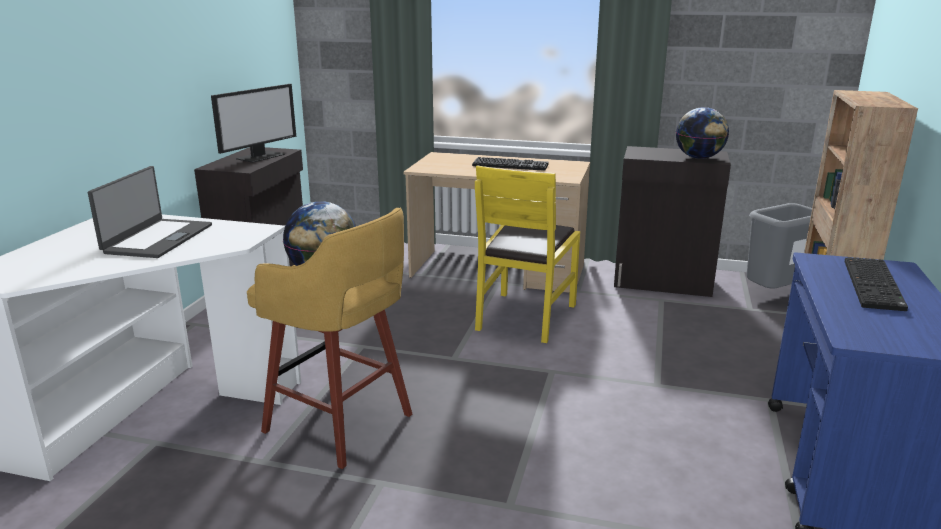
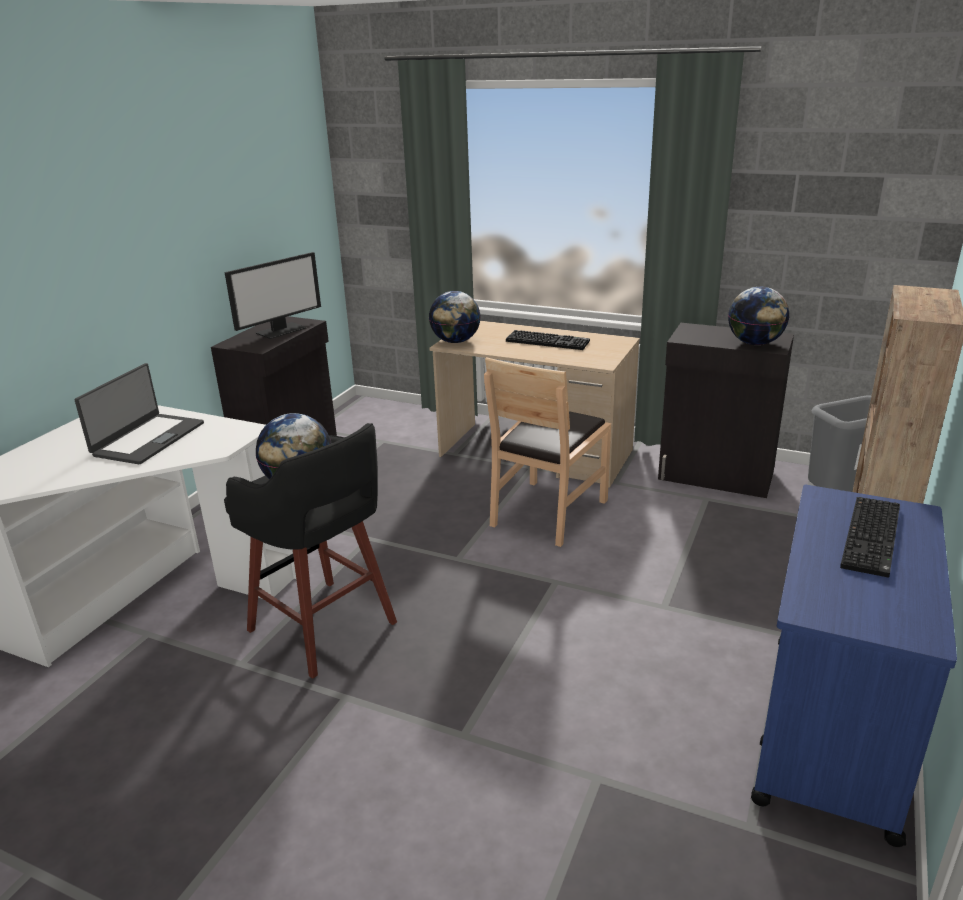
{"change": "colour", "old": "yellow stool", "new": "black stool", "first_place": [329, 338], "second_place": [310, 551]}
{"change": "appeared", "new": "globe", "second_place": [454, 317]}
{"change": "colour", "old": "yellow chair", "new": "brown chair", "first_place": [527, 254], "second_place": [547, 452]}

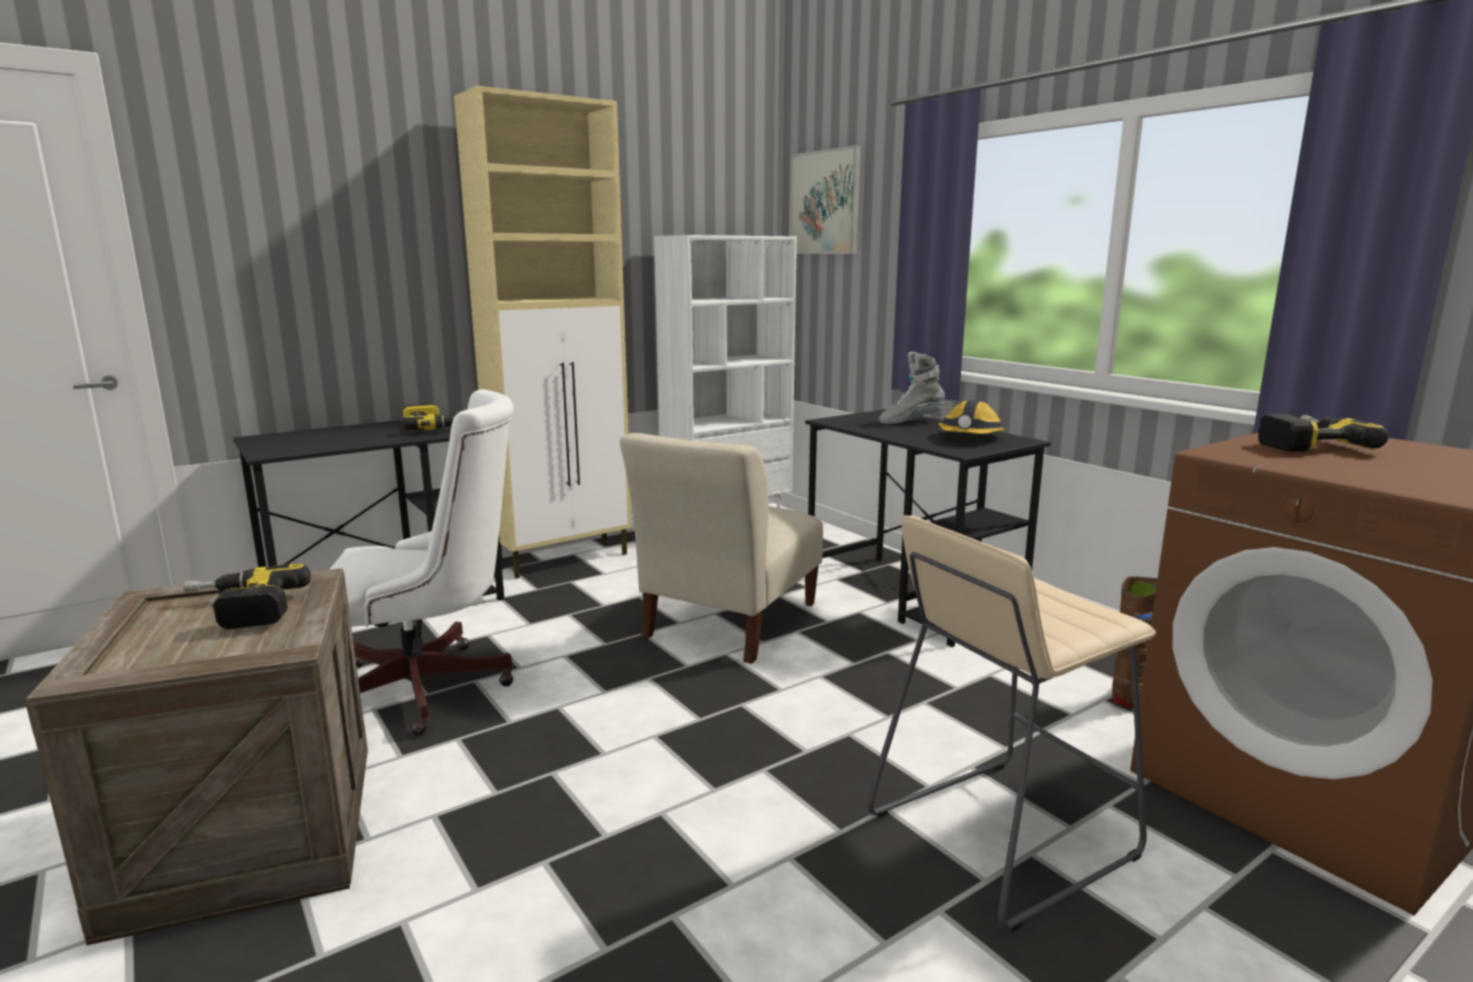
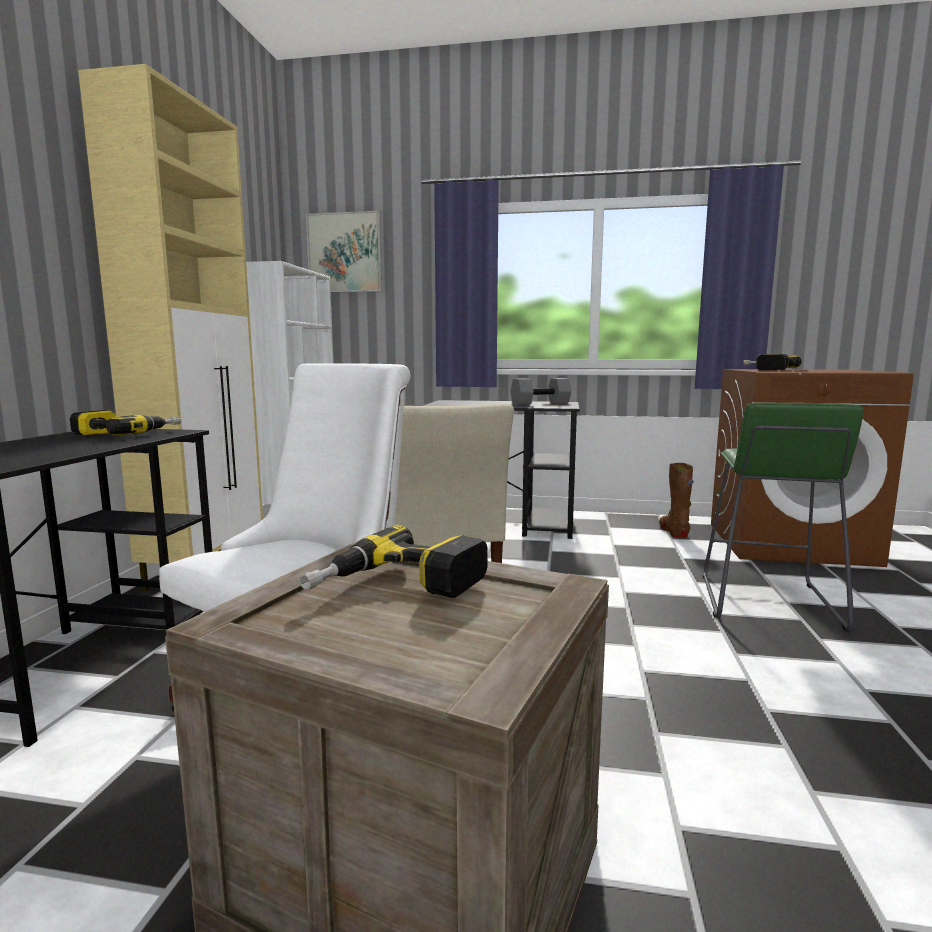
{"change": "exchanged", "old": "hard hat", "new": "grey dumbbell", "first_place": [972, 417], "second_place": [541, 391]}
{"change": "colour", "old": "beige stool", "new": "green stool", "first_place": [1011, 723], "second_place": [782, 517]}
{"change": "missing", "old": "grey boot", "first_place": [912, 388]}

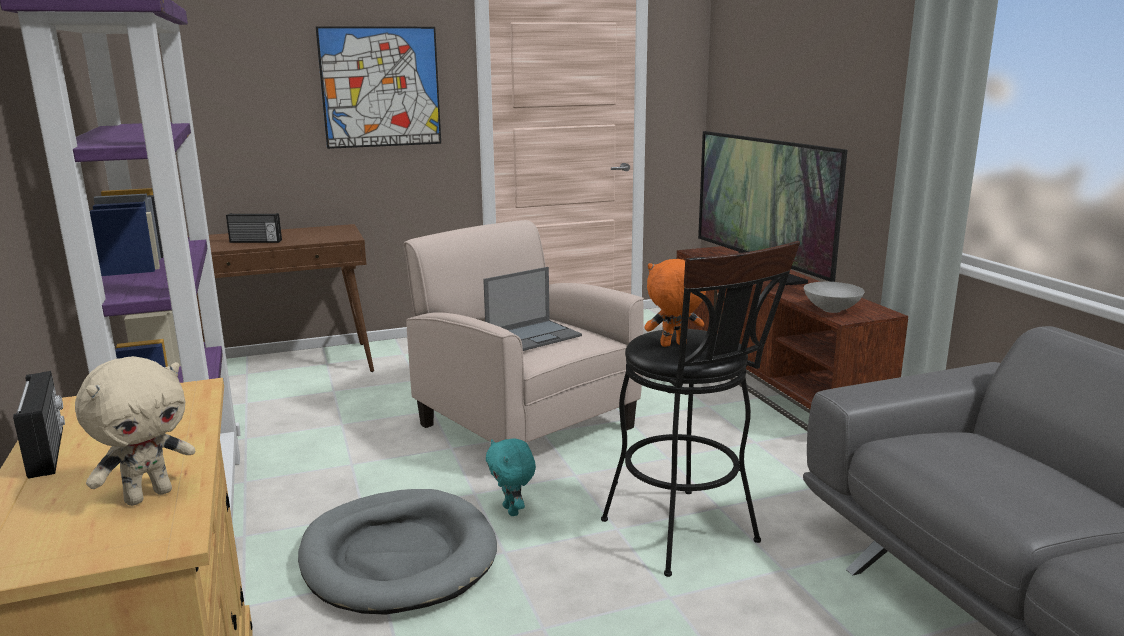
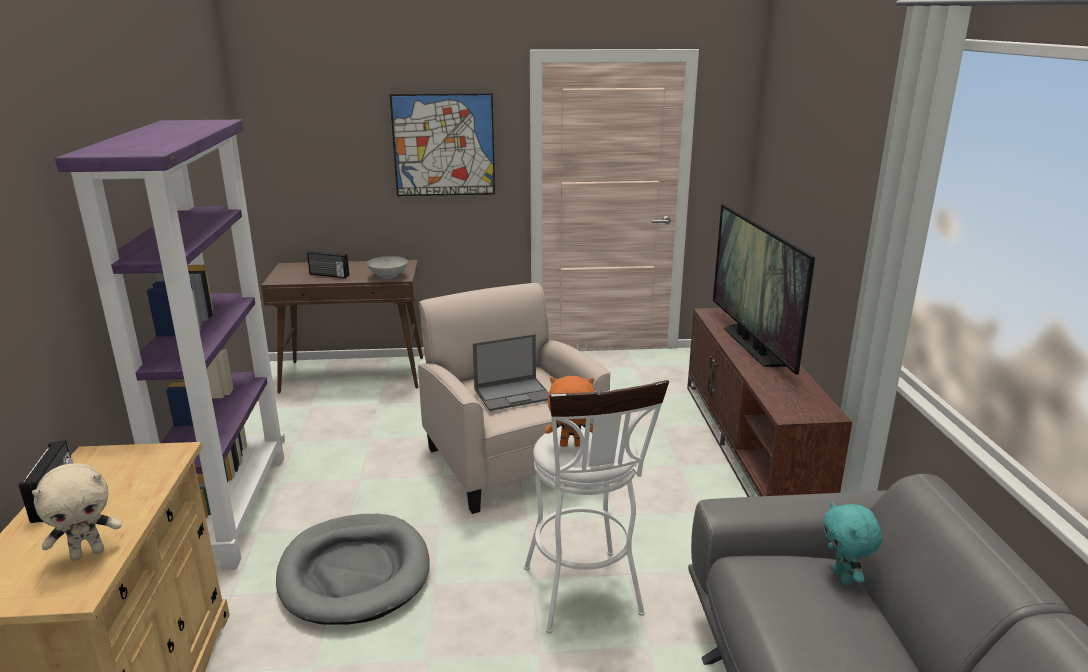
{"change": "relocated", "old": "grey bowl", "first_place": [834, 297], "second_place": [387, 267]}
{"change": "colour", "old": "black stool", "new": "white stool", "first_place": [700, 409], "second_place": [596, 507]}
{"change": "relocated", "old": "turquoise plush toy", "first_place": [511, 477], "second_place": [852, 543]}

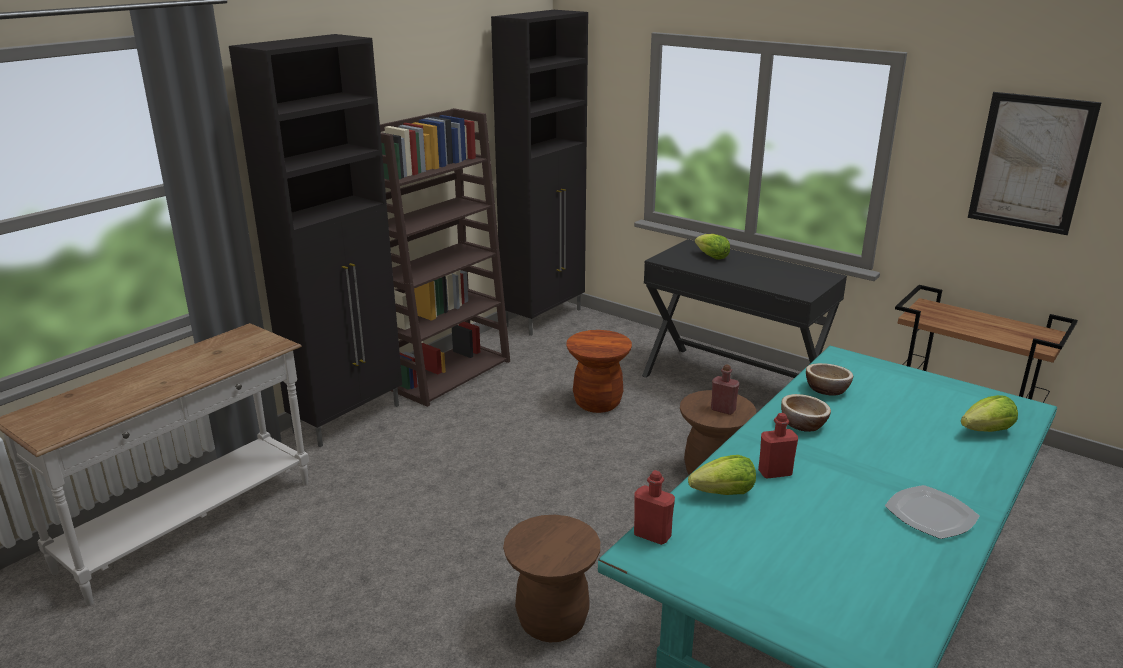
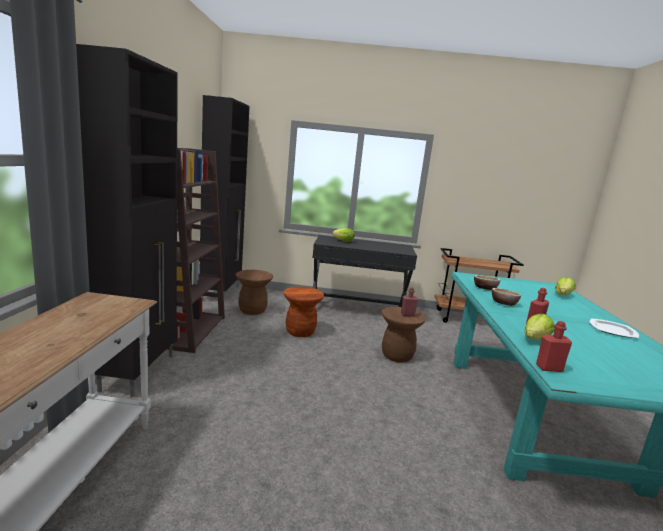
{"change": "relocated", "old": "brown stool", "first_place": [551, 578], "second_place": [254, 292]}
{"change": "missing", "old": "picture", "first_place": [1035, 163]}

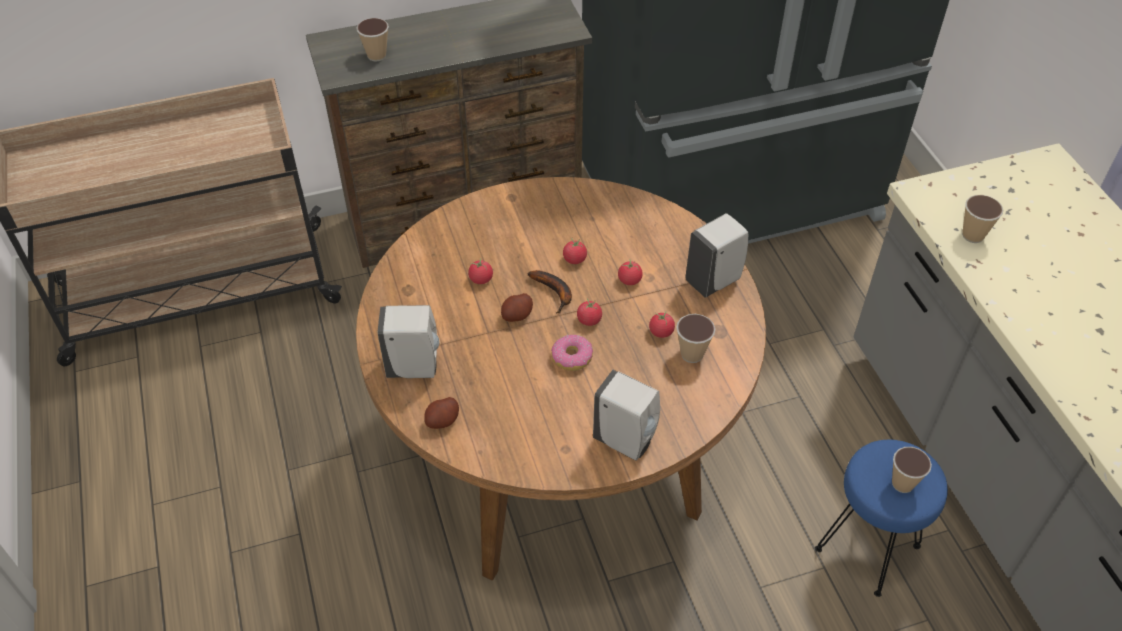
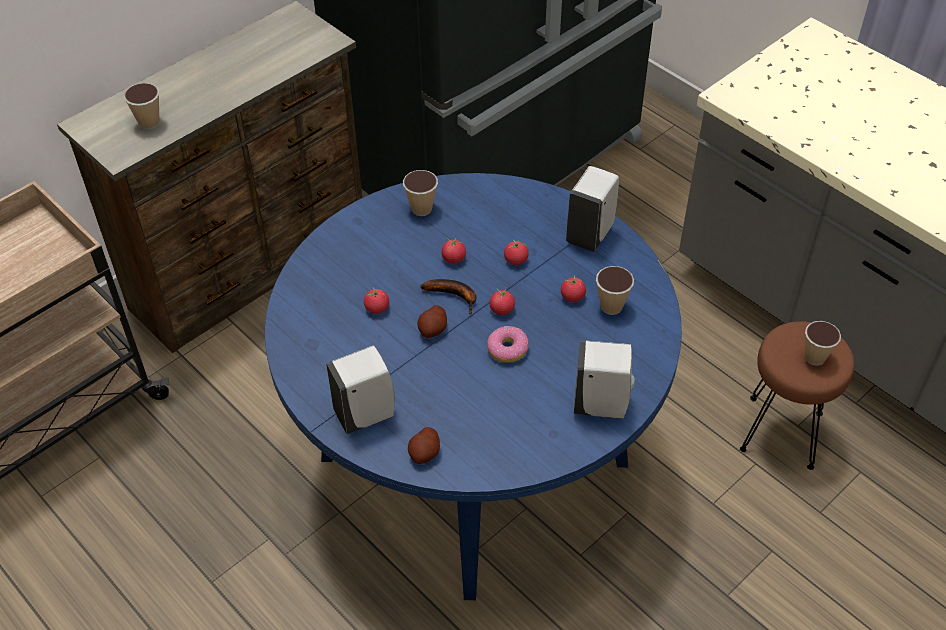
{"change": "colour", "old": "brown dining table", "new": "blue dining table", "first_place": [561, 379], "second_place": [473, 386]}
{"change": "relocated", "old": "cup", "first_place": [982, 219], "second_place": [420, 193]}
{"change": "colour", "old": "blue stool", "new": "brown stool", "first_place": [881, 518], "second_place": [797, 395]}

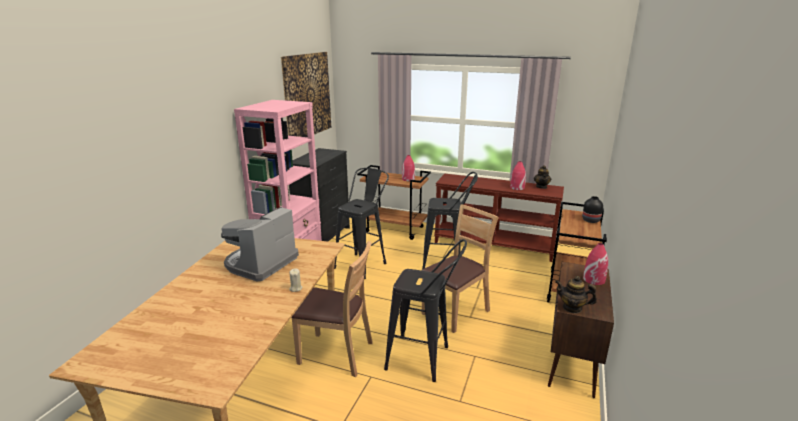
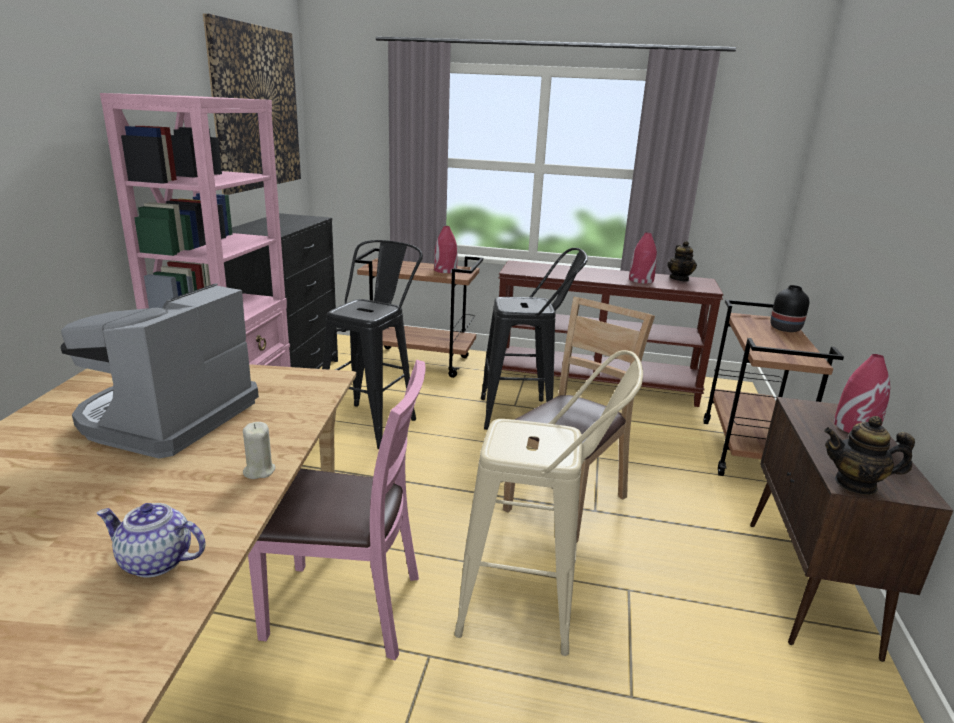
{"change": "appeared", "new": "teapot", "second_place": [151, 540]}
{"change": "colour", "old": "brown chair", "new": "pink chair", "first_place": [332, 309], "second_place": [336, 510]}
{"change": "colour", "old": "black stool", "new": "beige stool", "first_place": [425, 310], "second_place": [548, 503]}

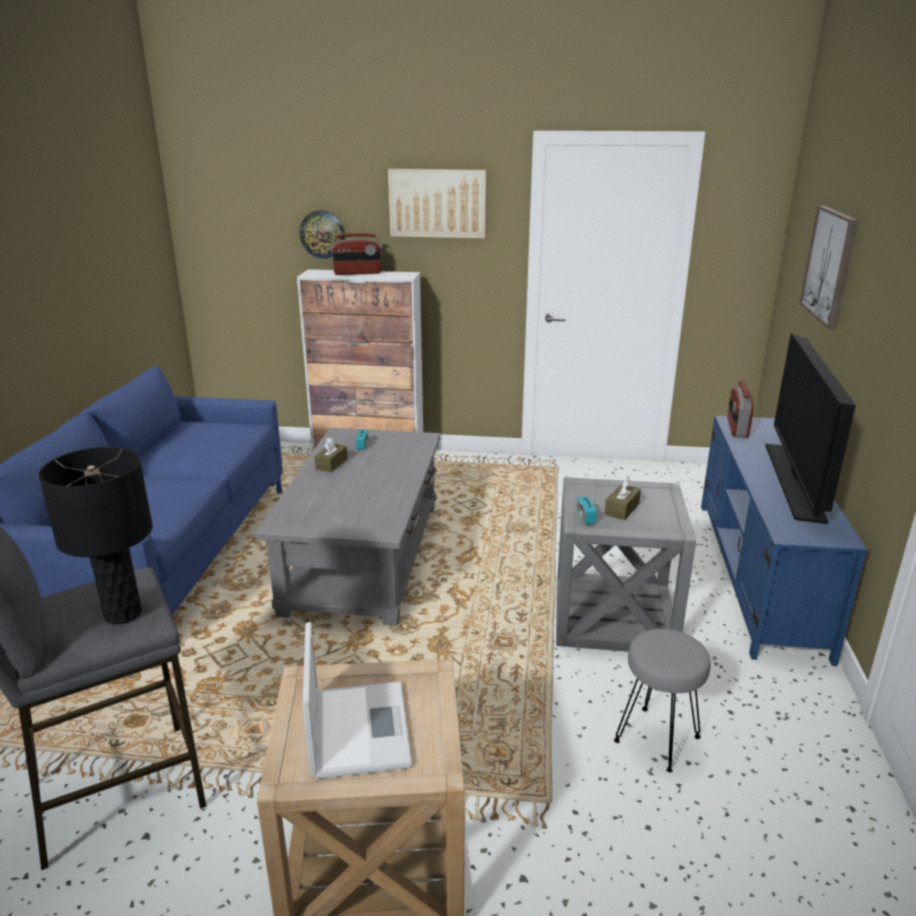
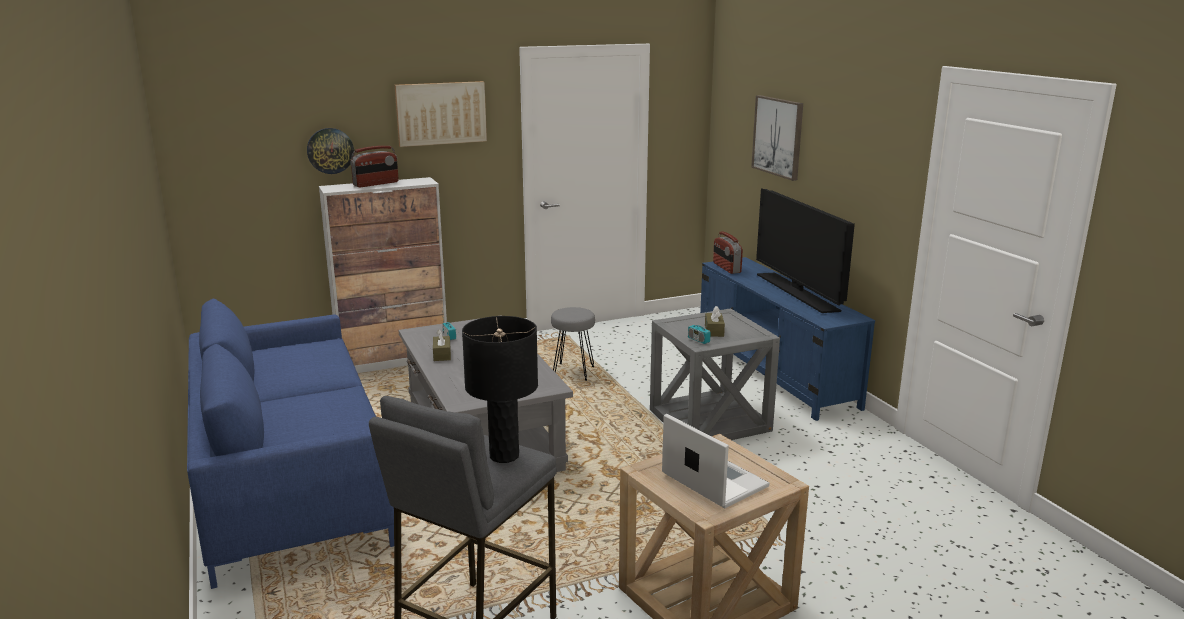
{"change": "relocated", "old": "grey stool", "first_place": [662, 700], "second_place": [573, 344]}

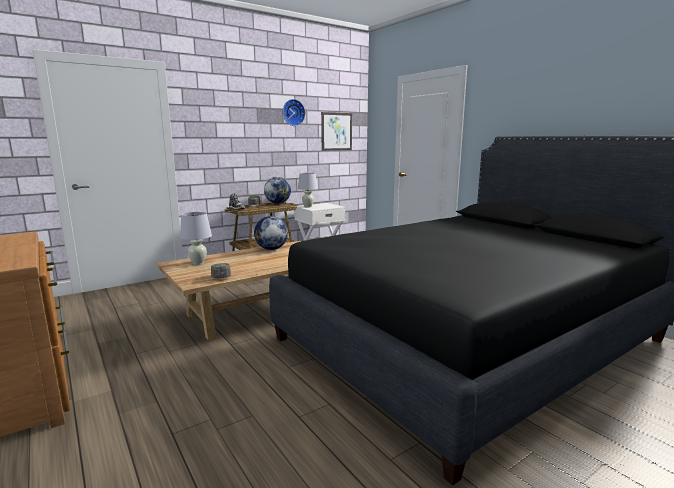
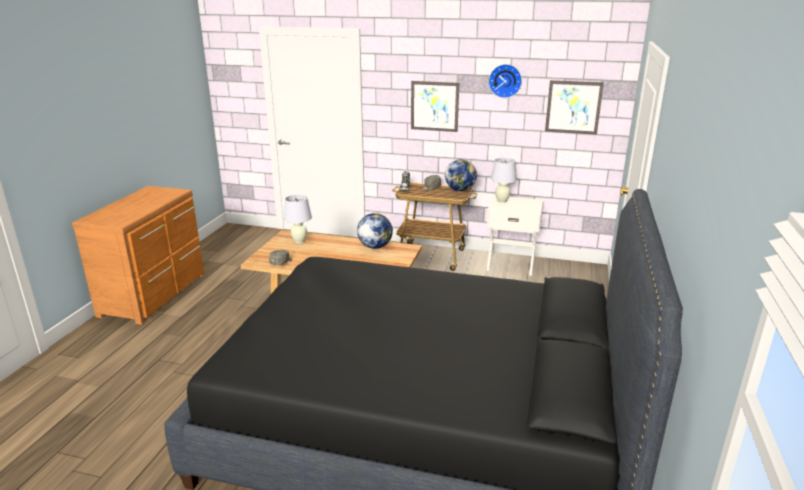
{"change": "appeared", "new": "picture", "second_place": [435, 106]}

